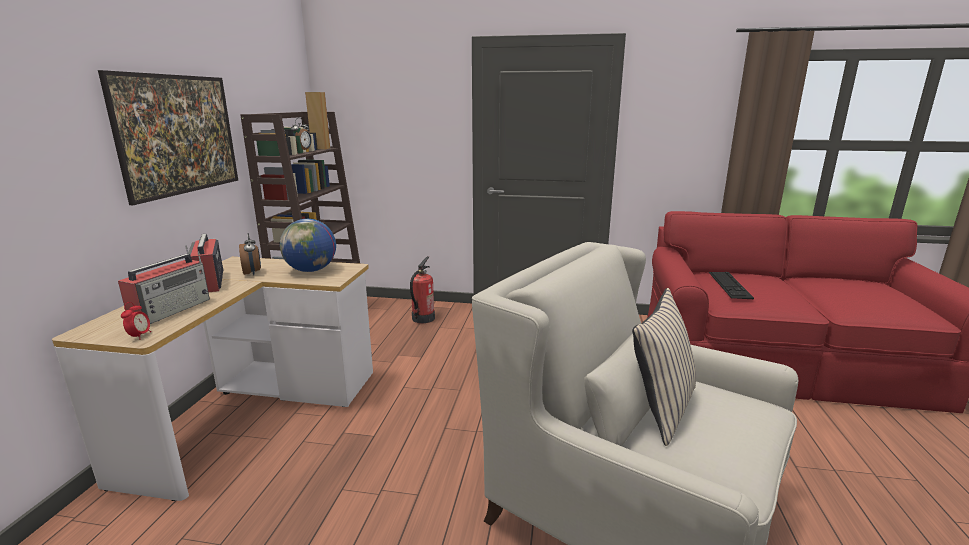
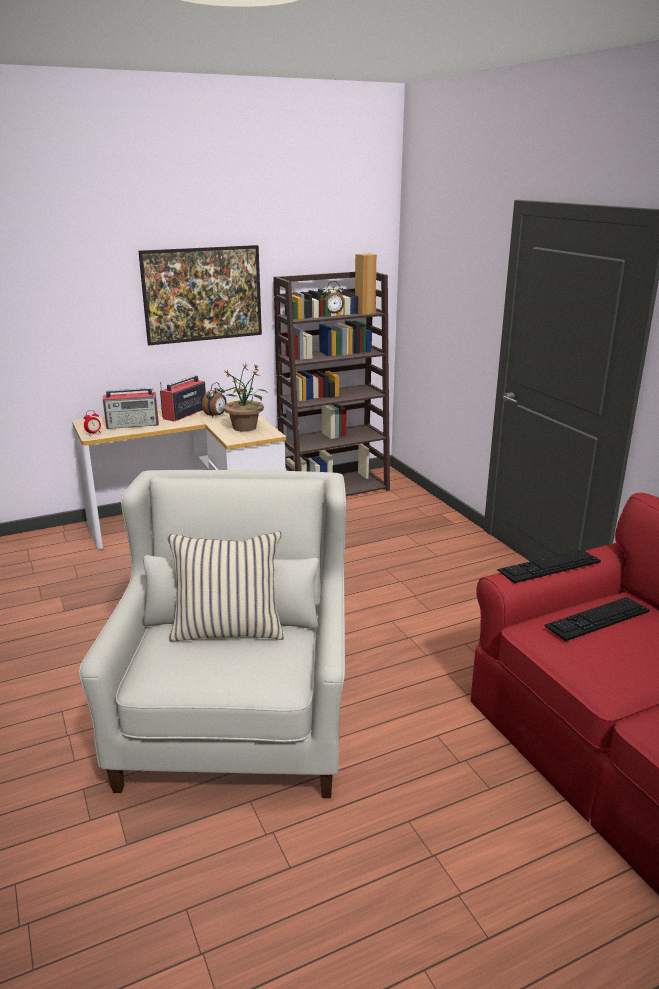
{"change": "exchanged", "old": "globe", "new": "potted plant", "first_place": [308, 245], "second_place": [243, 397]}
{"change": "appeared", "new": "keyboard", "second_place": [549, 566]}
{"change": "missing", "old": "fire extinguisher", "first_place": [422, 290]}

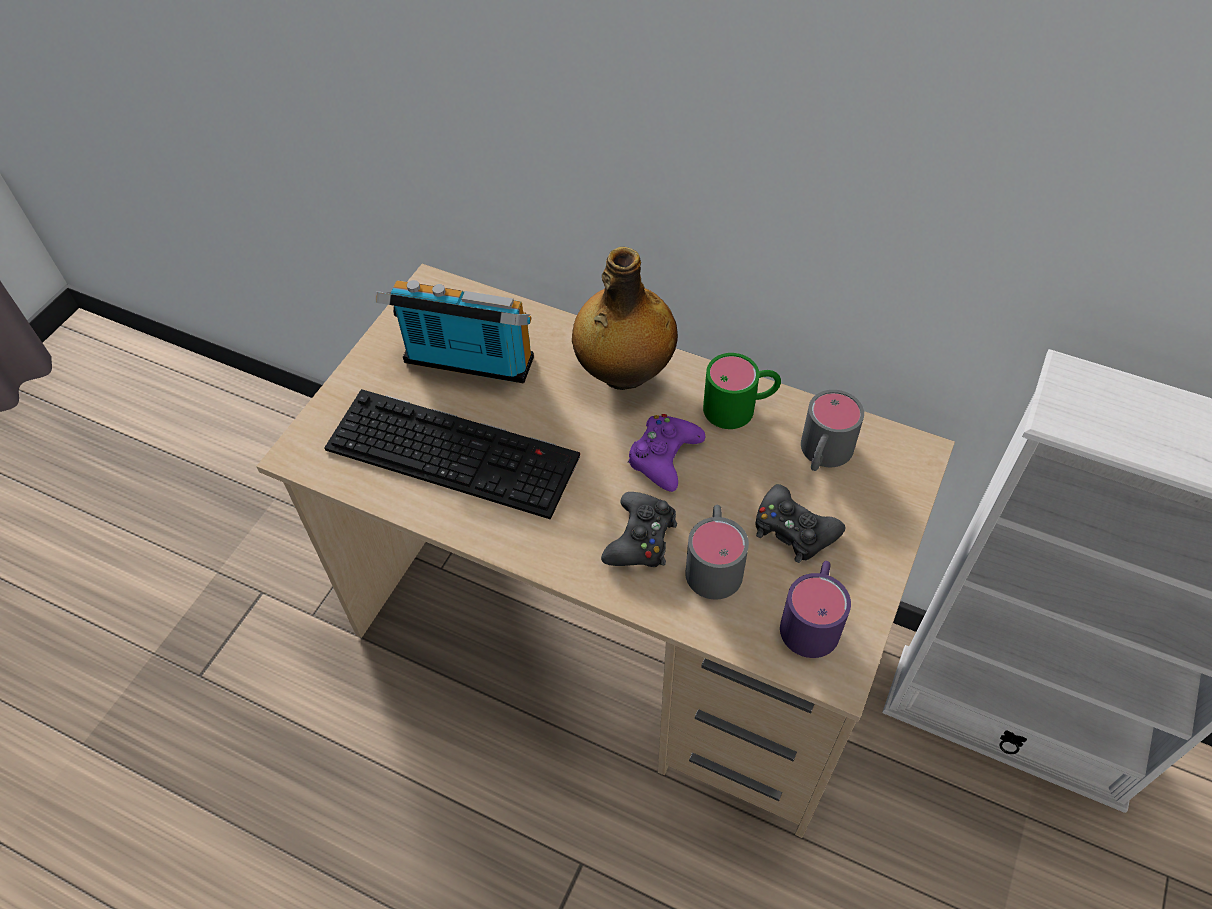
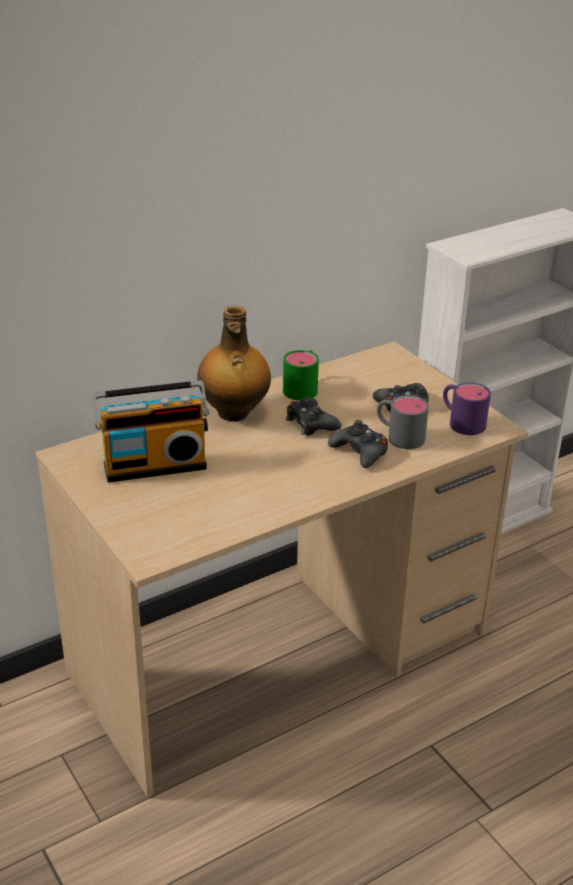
{"change": "spun", "old": "radio", "first_place": [454, 331], "second_place": [150, 431], "degrees": -150}
{"change": "colour", "old": "purple game controller", "new": "black game controller", "first_place": [666, 453], "second_place": [313, 416]}
{"change": "missing", "old": "keyboard", "first_place": [452, 454]}
{"change": "missing", "old": "grey mug", "first_place": [832, 430]}

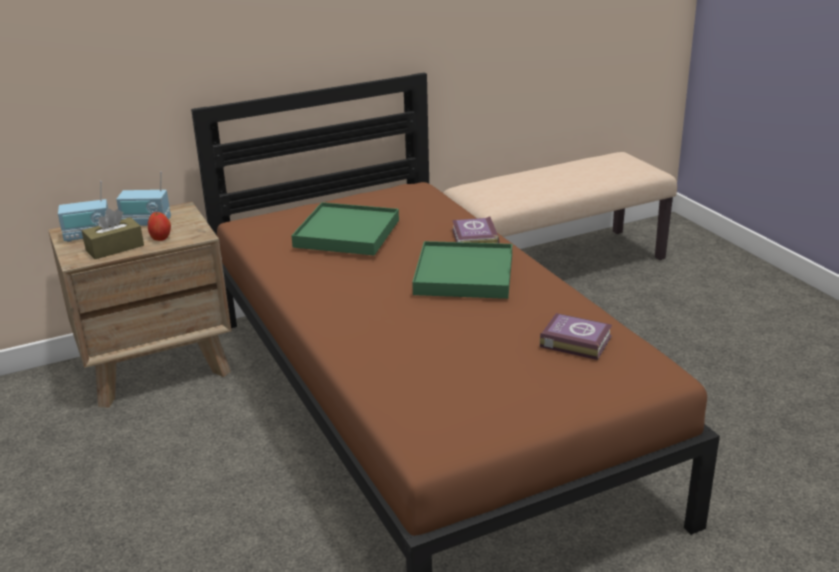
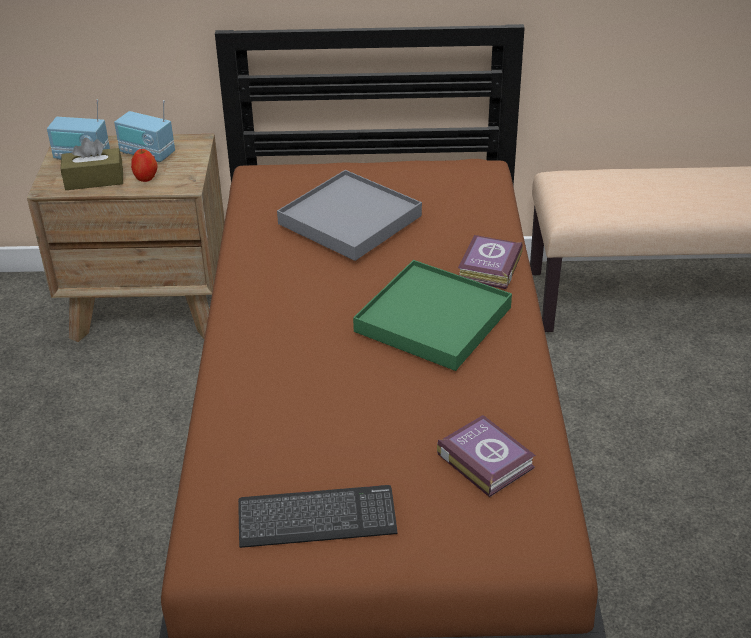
{"change": "appeared", "new": "keyboard", "second_place": [317, 516]}
{"change": "colour", "old": "green tray", "new": "grey tray", "first_place": [345, 228], "second_place": [349, 215]}

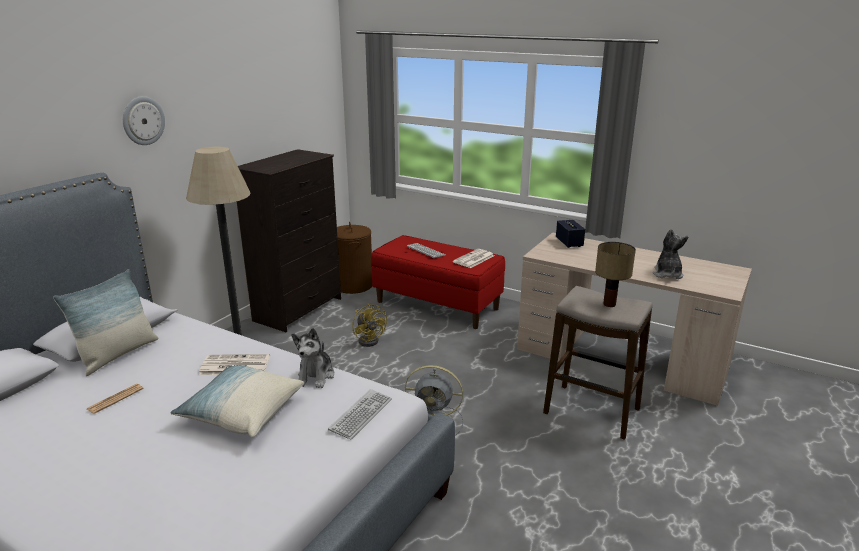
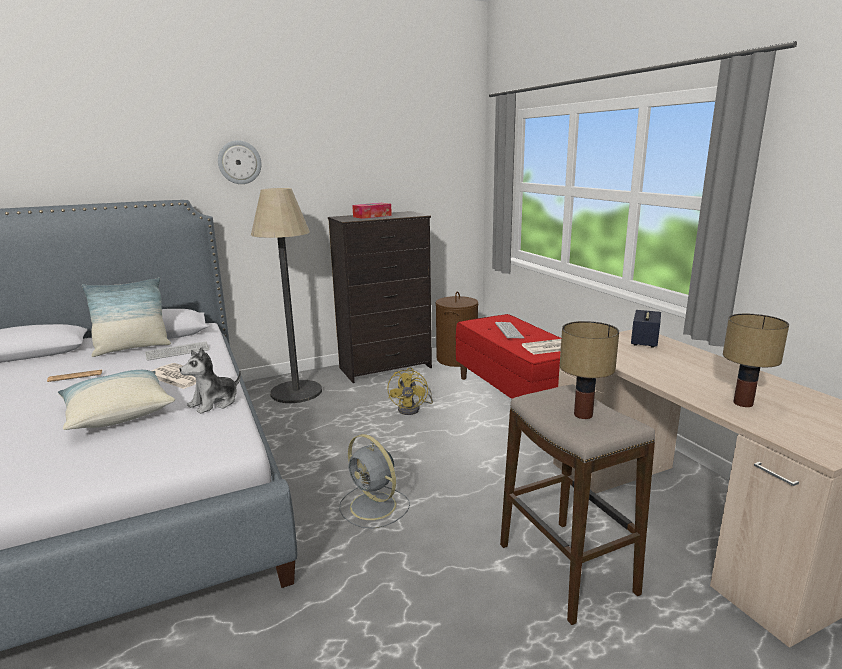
{"change": "relocated", "old": "keyboard", "first_place": [360, 414], "second_place": [177, 351]}
{"change": "appeared", "new": "tissue box", "second_place": [372, 211]}
{"change": "exchanged", "old": "plush toy", "new": "table lamp", "first_place": [671, 254], "second_place": [756, 360]}

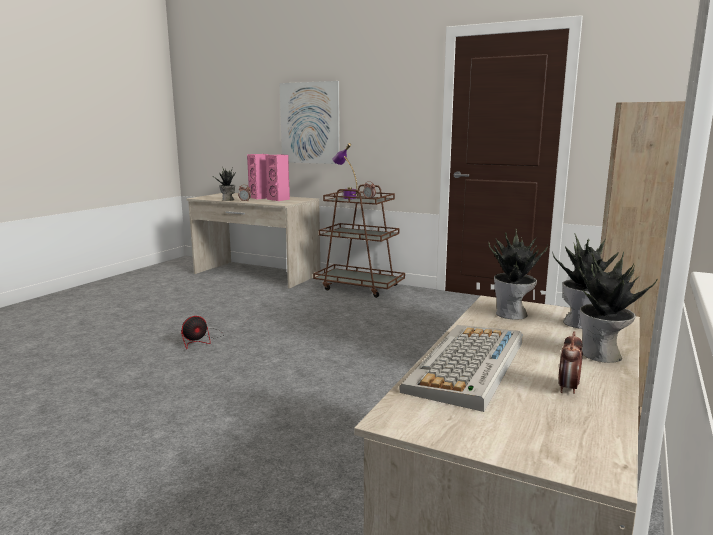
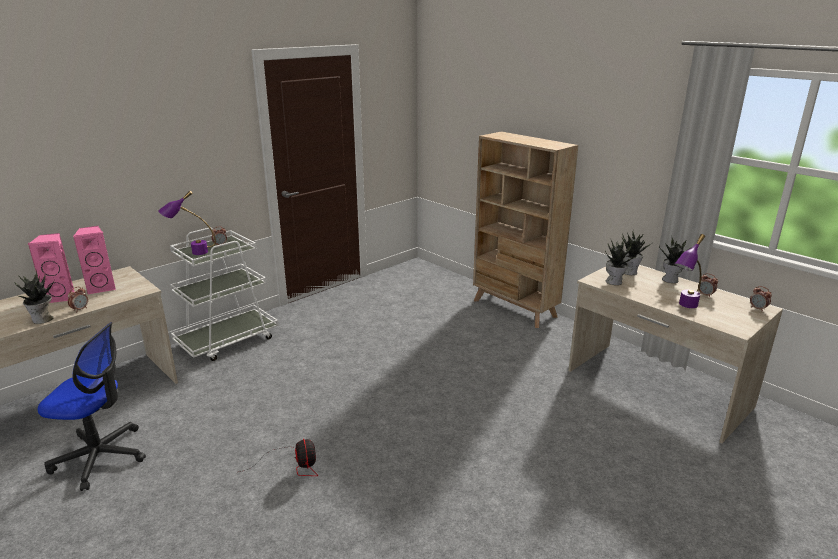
{"change": "appeared", "new": "office chair", "second_place": [92, 406]}
{"change": "colour", "old": "brown cart", "new": "white cart", "first_place": [359, 241], "second_place": [224, 294]}
{"change": "exchanged", "old": "keyboard", "new": "purple table lamp", "first_place": [460, 368], "second_place": [690, 271]}
{"change": "appeared", "new": "alarm clock", "second_place": [761, 299]}
{"change": "missing", "old": "picture", "first_place": [309, 122]}

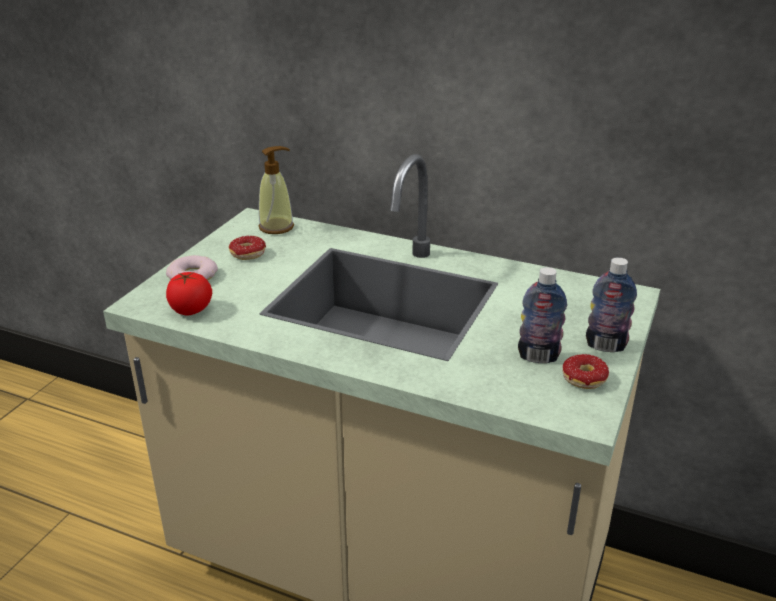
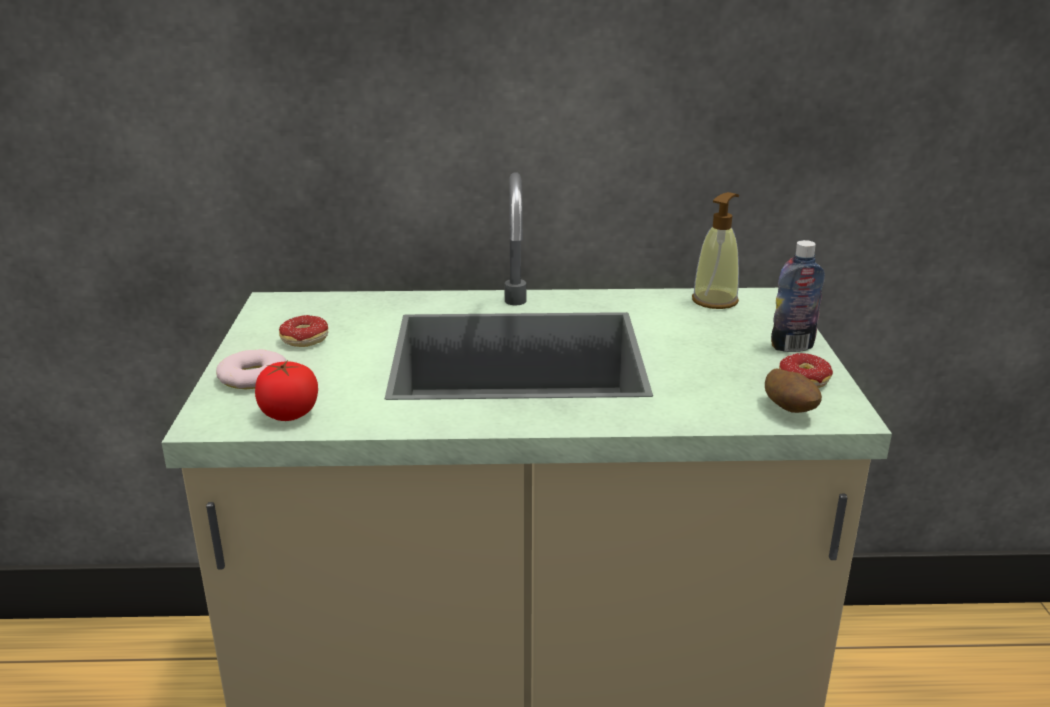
{"change": "relocated", "old": "soap dispenser", "first_place": [276, 190], "second_place": [715, 250]}
{"change": "appeared", "new": "potato", "second_place": [793, 390]}
{"change": "missing", "old": "bottle", "first_place": [542, 315]}

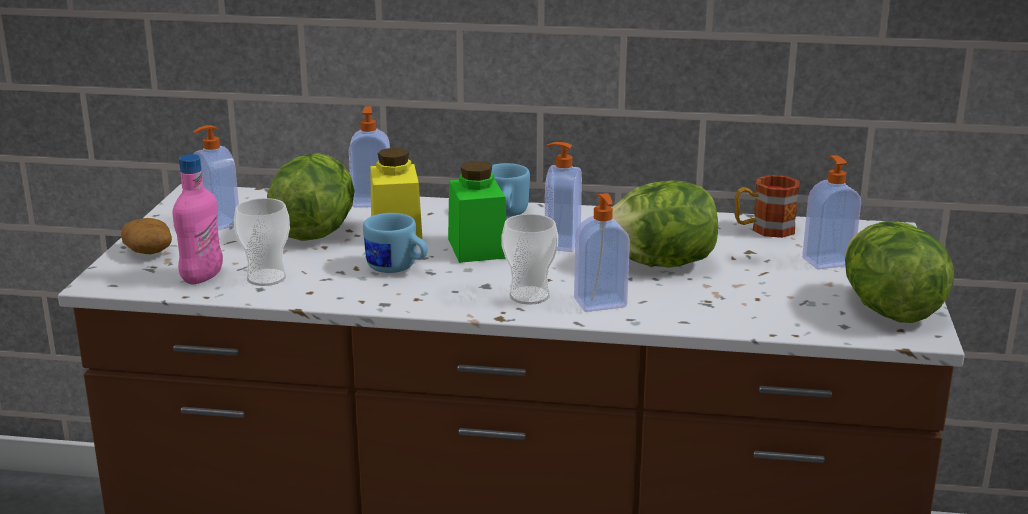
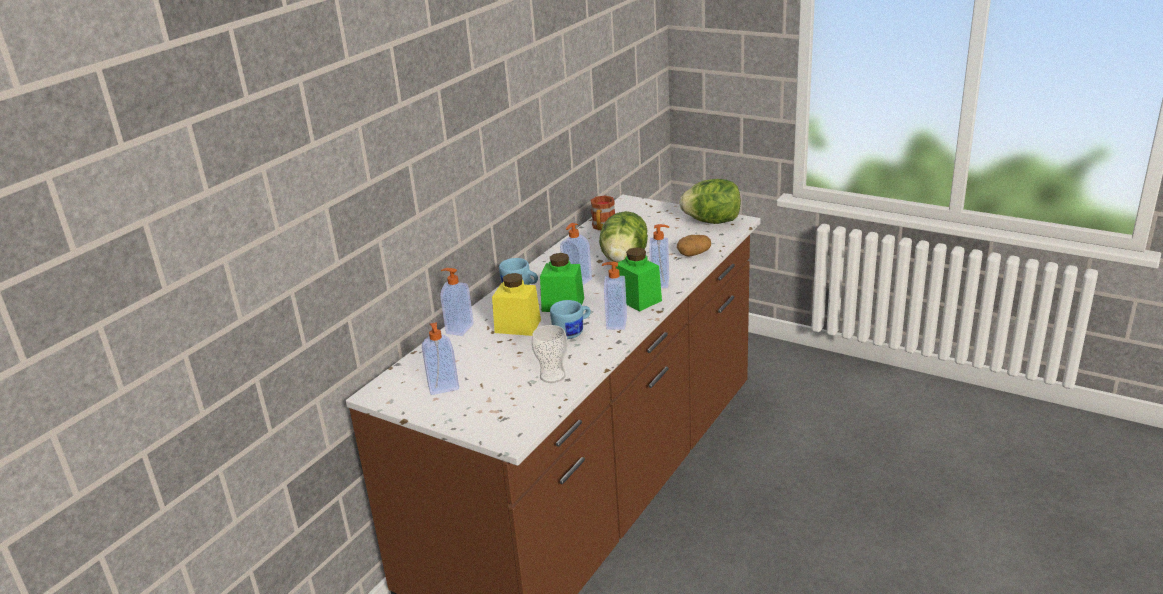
{"change": "relocated", "old": "soap dispenser", "first_place": [831, 212], "second_place": [614, 296]}
{"change": "exchanged", "old": "cup", "new": "green jar", "first_place": [529, 259], "second_place": [639, 279]}
{"change": "relocated", "old": "potato", "first_place": [146, 236], "second_place": [694, 245]}
{"change": "missing", "old": "pink bottle", "first_place": [198, 219]}
{"change": "missing", "old": "lettuce", "first_place": [311, 197]}

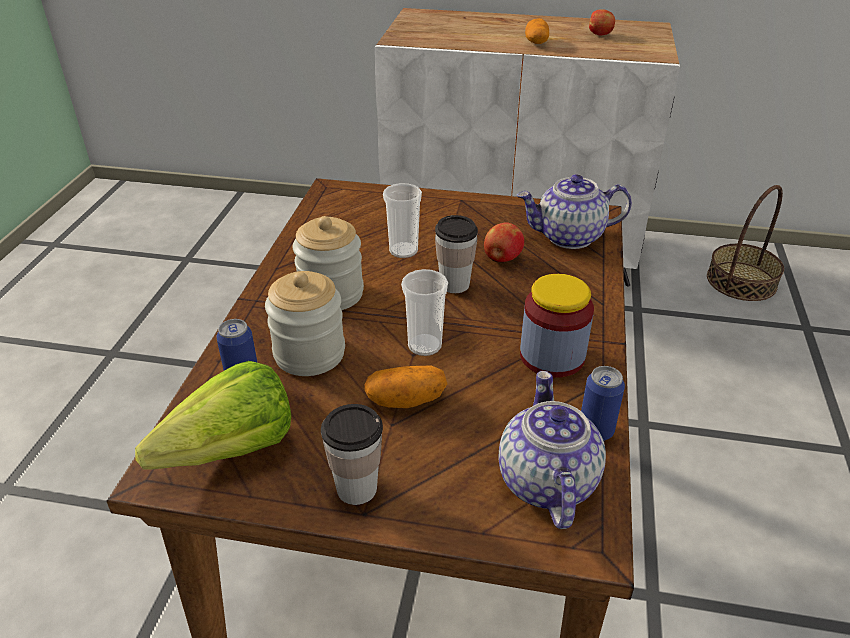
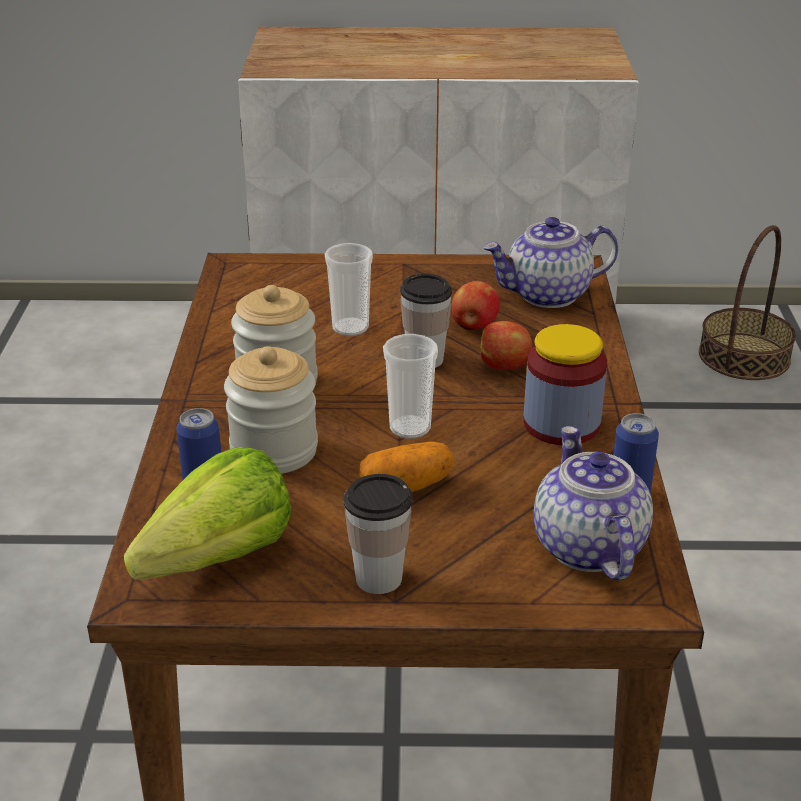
{"change": "relocated", "old": "apple", "first_place": [602, 22], "second_place": [506, 345]}
{"change": "missing", "old": "potato", "first_place": [537, 31]}

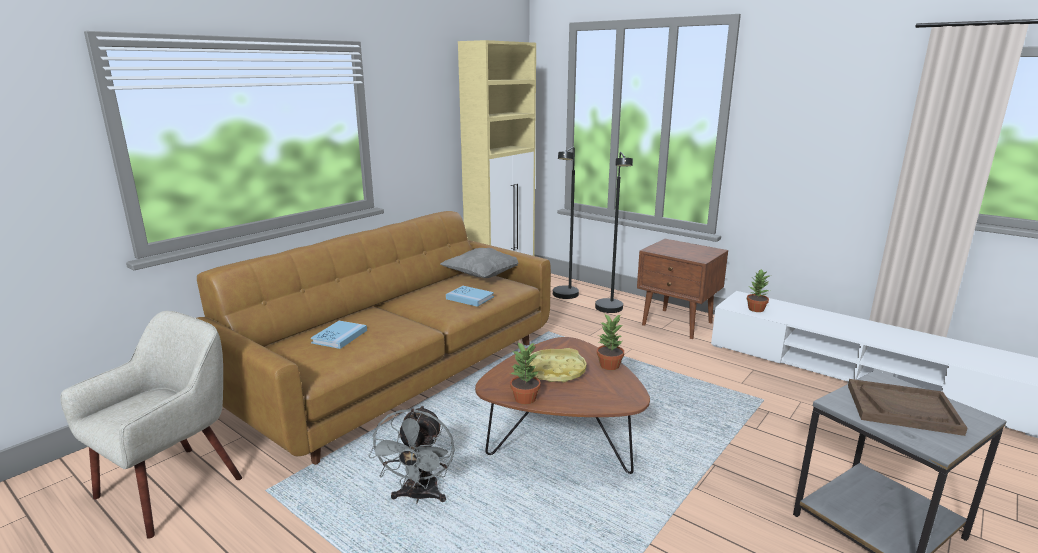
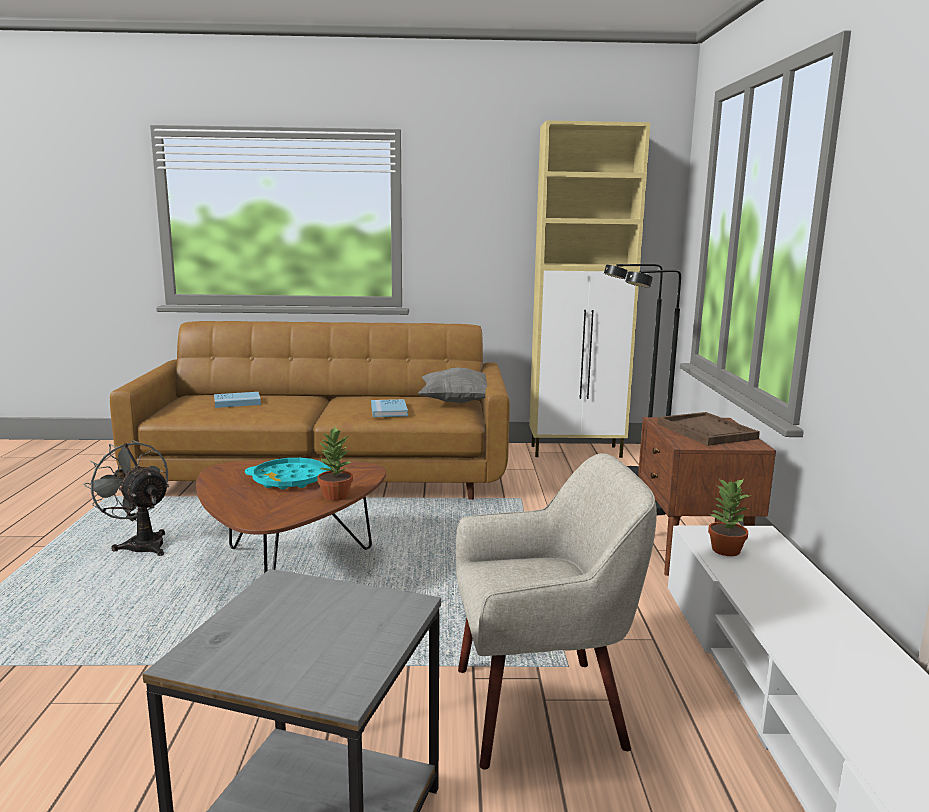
{"change": "spun", "old": "grey fan", "first_place": [411, 455], "second_place": [126, 498], "degrees": 75}
{"change": "colour", "old": "yellow tray", "new": "turquoise tray", "first_place": [558, 365], "second_place": [288, 474]}
{"change": "relocated", "old": "beige armchair", "first_place": [151, 425], "second_place": [556, 611]}
{"change": "relocated", "old": "brown tray", "first_place": [907, 407], "second_place": [708, 429]}
{"change": "missing", "old": "potted plant", "first_place": [525, 373]}

